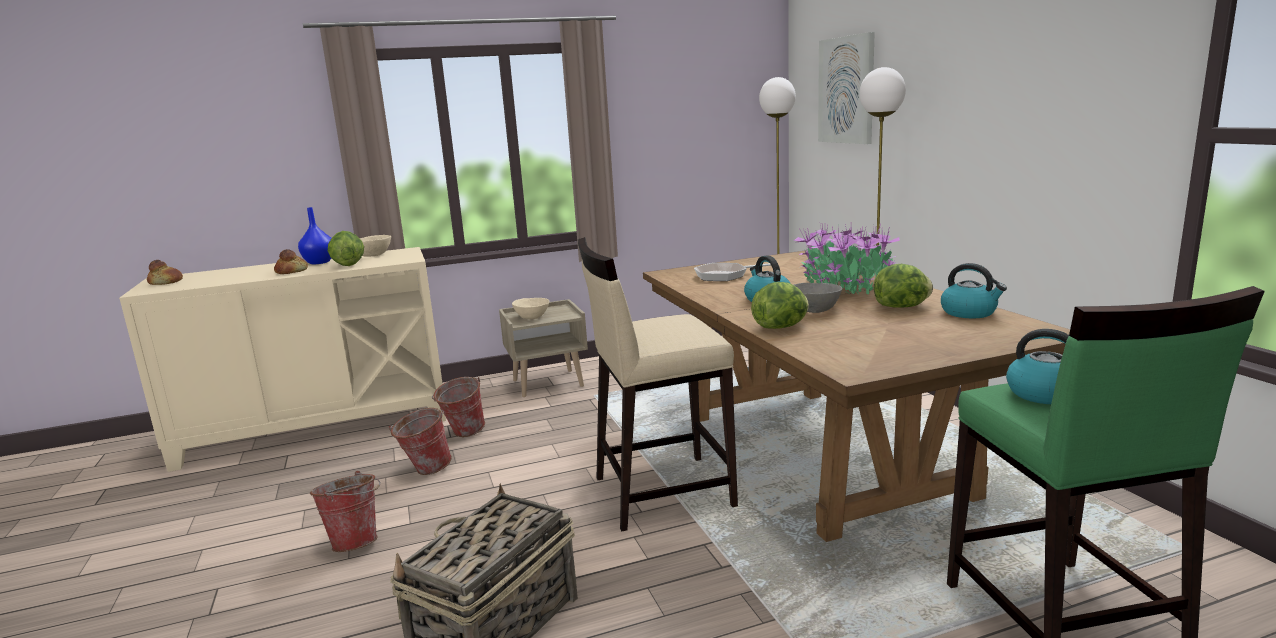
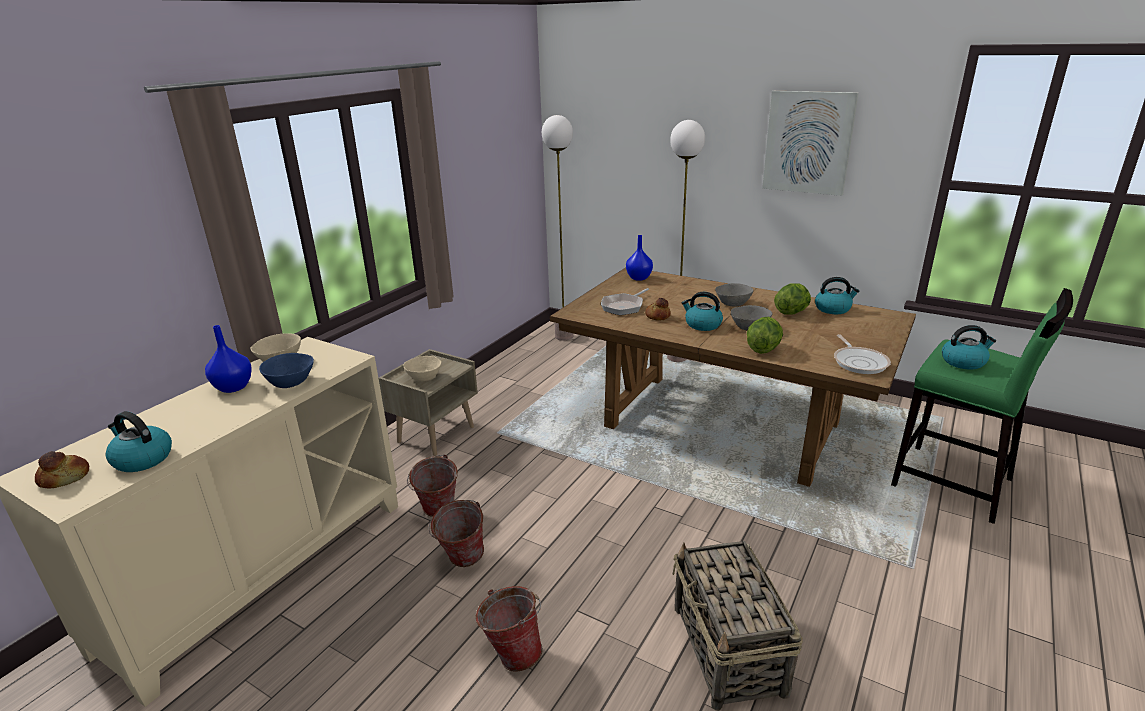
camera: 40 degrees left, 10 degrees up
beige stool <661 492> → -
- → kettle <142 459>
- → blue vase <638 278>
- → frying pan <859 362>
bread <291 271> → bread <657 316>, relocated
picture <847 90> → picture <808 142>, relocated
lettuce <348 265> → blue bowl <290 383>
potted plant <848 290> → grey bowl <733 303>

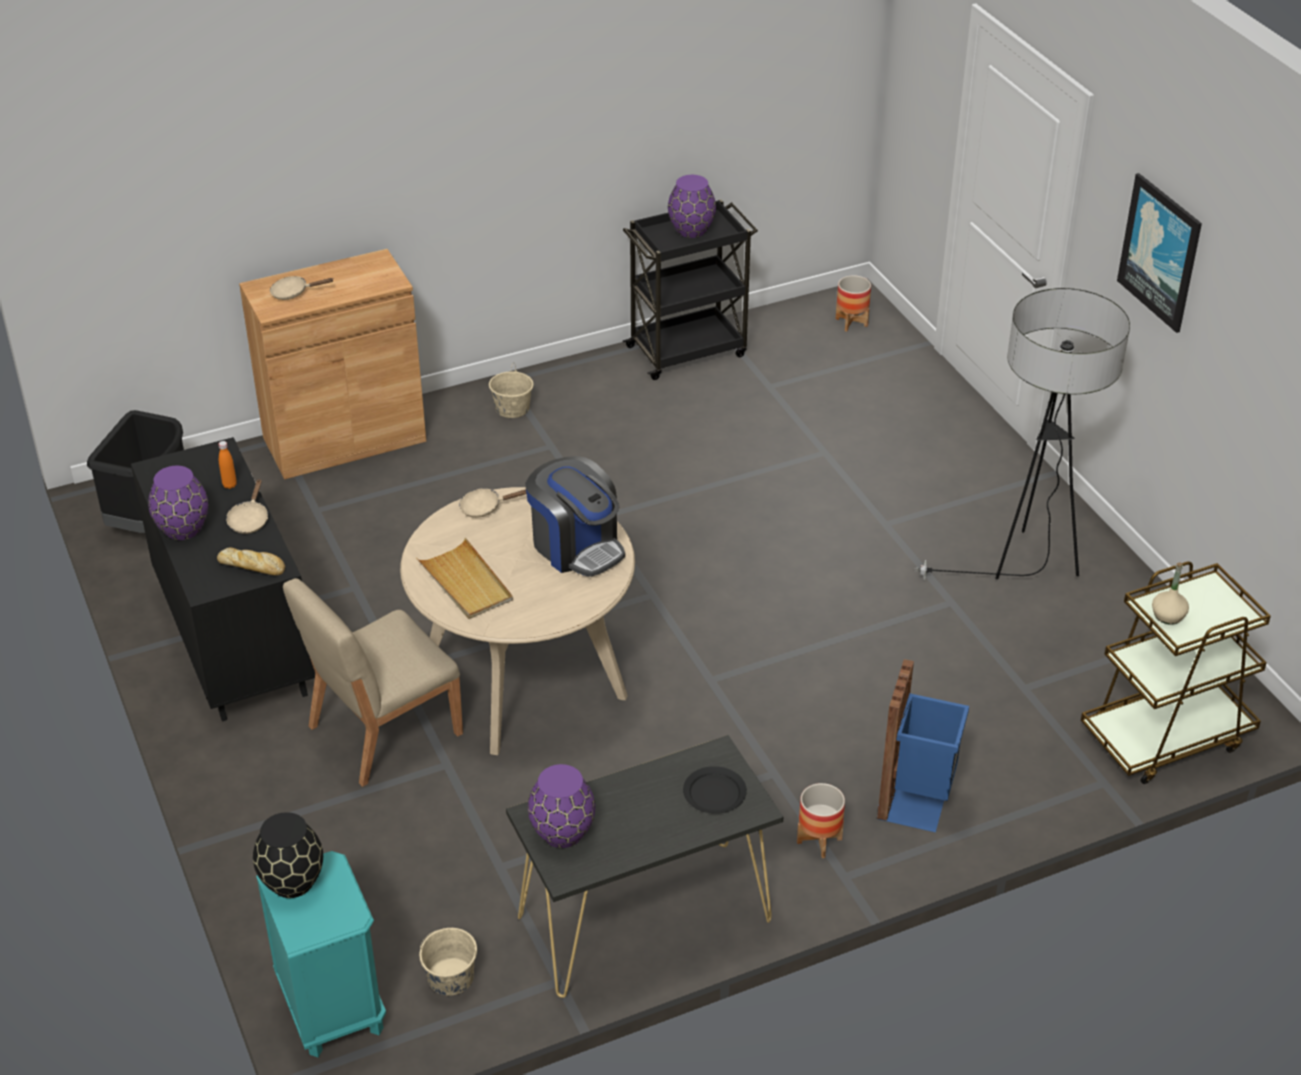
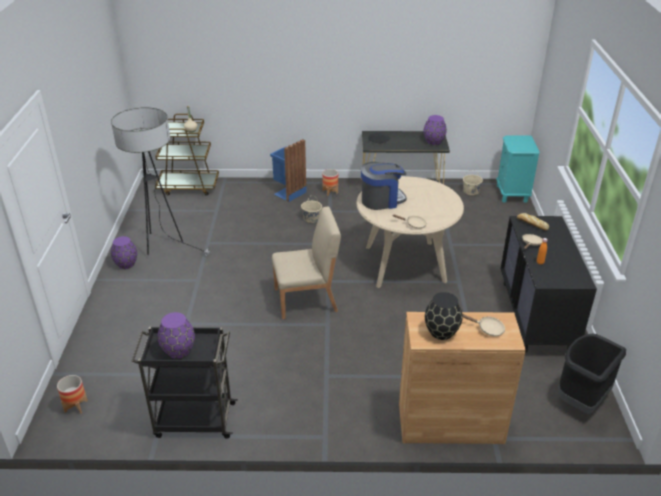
camera: 155 degrees left, 5 degrees down
beige tray <466 583> → -
picture <1160 252> → -
purple vase <182 529> → purple vase <126 264>, relocated
black vase <293 882> → black vase <441 332>, relocated
beige chair <383 730> → beige chair <306 300>, relocated
beige bucket <512 408> → beige bucket <311 218>, relocated
coffee machine <576 546> → coffee machine <381 200>, 90 degrees clockwise

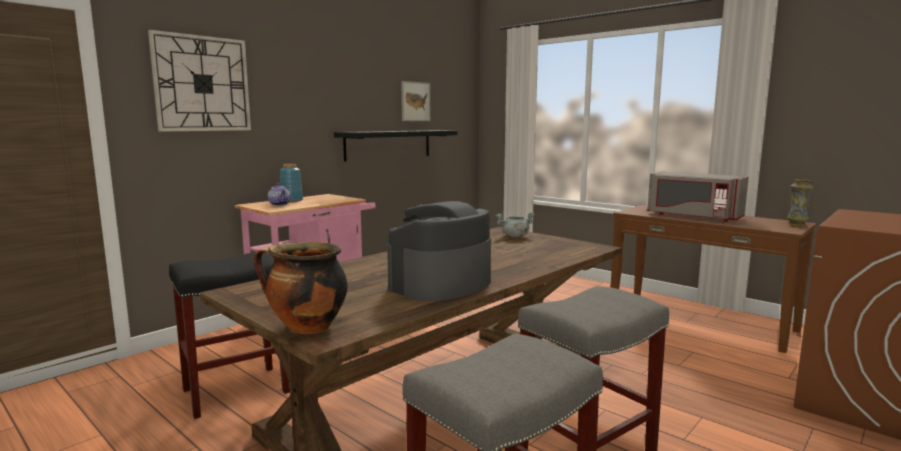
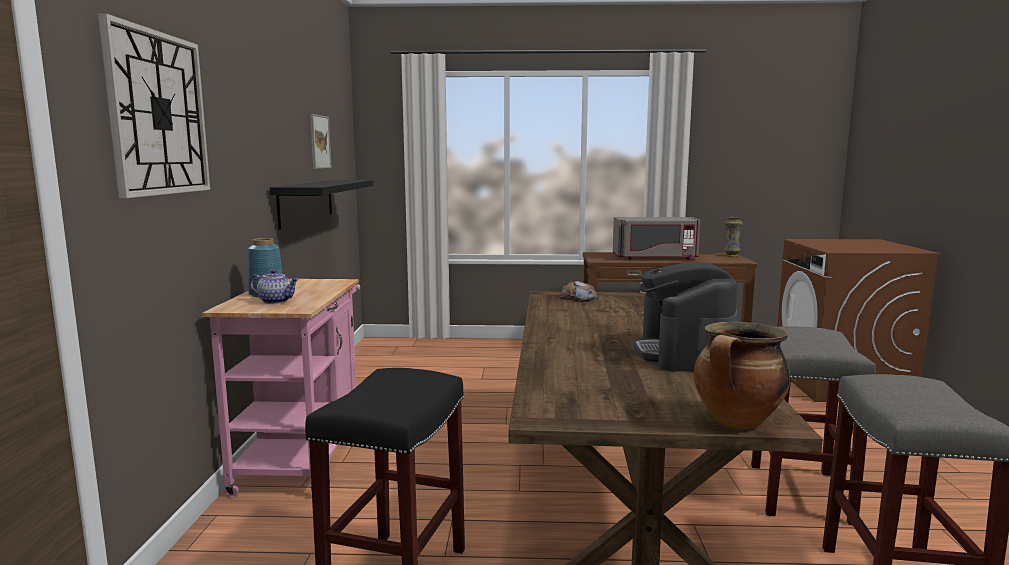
camera: 40 degrees left, 0 degrees up
grey cooking pot <515 236> → bread <578 298>

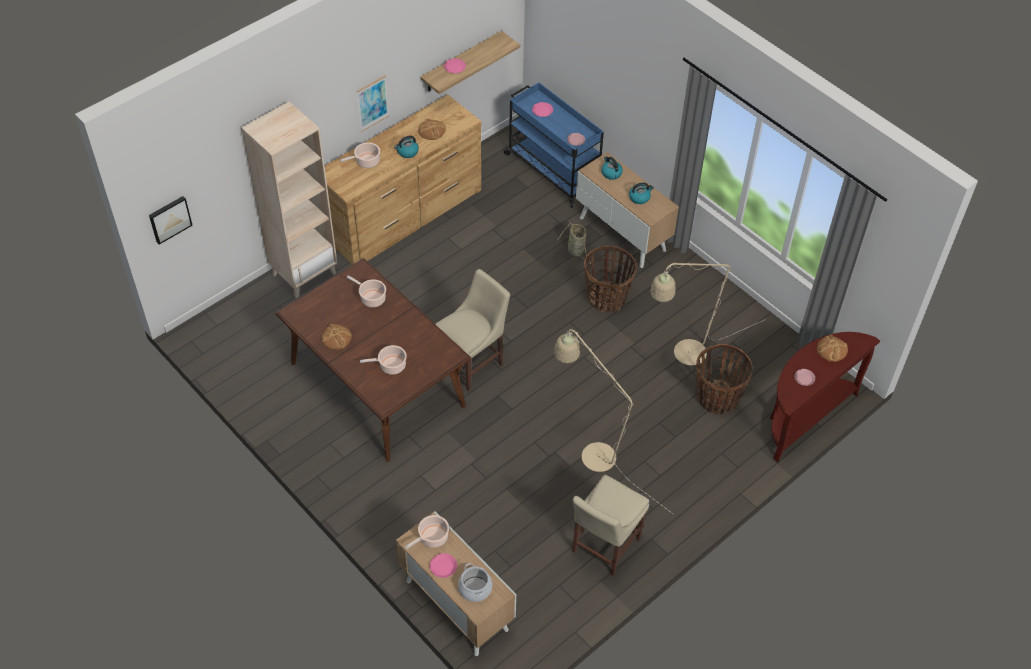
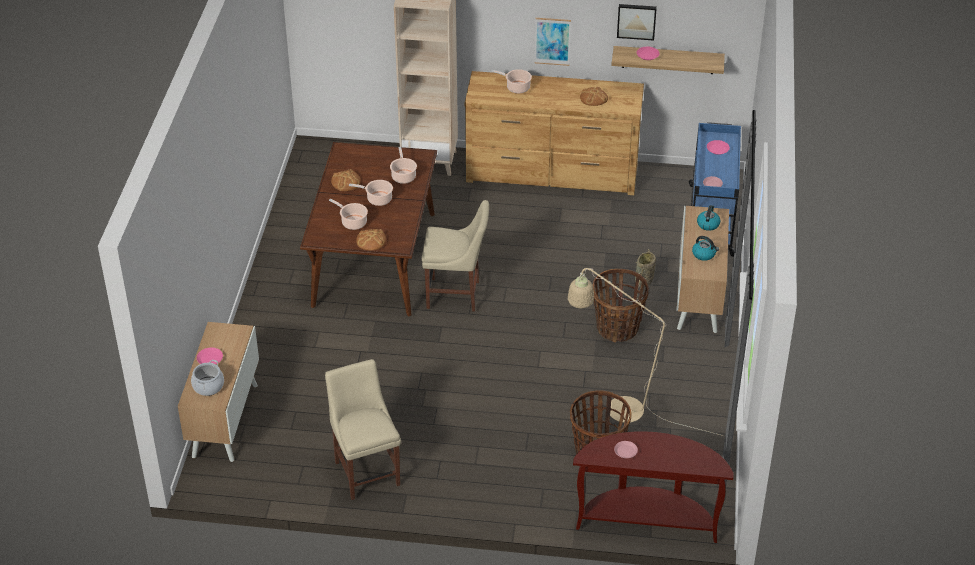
camera: 50 degrees right, 10 degrees down
kettle <407 152> → -
beige floor lamp <591 451> → -
picture <169 219> → picture <636 21>, relocated
cooking pot <432 538> → cooking pot <377 199>, relocated
bread <831 349> → bread <371 241>, relocated
beige chair <603 547> → beige chair <366 471>, 75 degrees clockwise

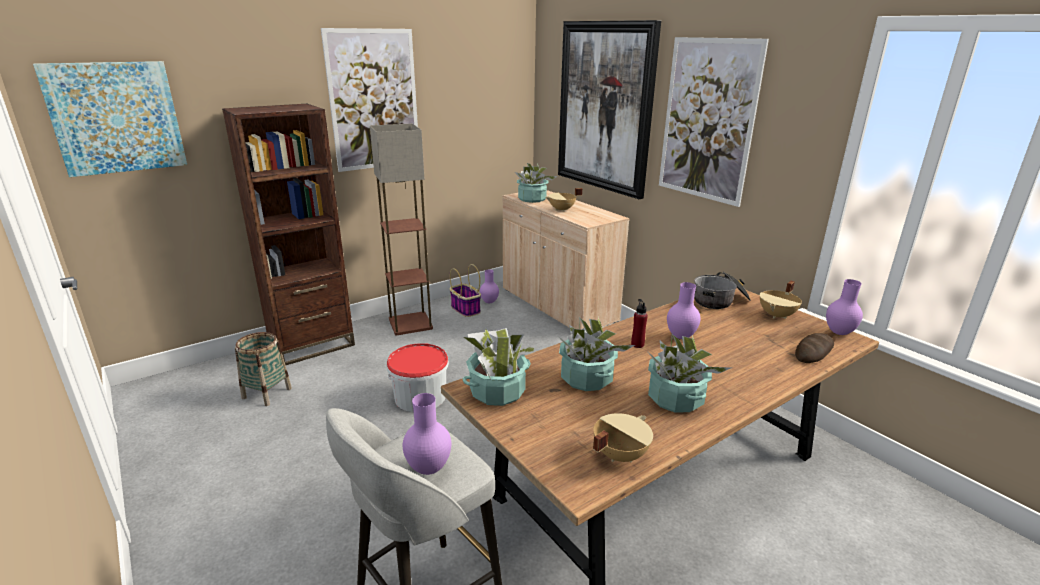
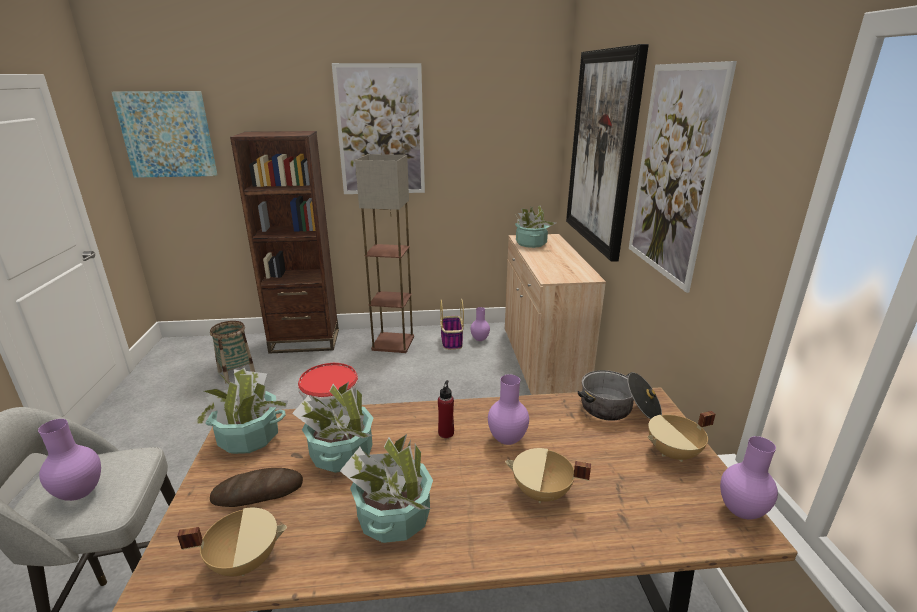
camera: 30 degrees right, 0 degrees up
beige cooking pot <562 210> → beige cooking pot <541 493>, relocated
bread <813 351> → bread <258 492>, relocated

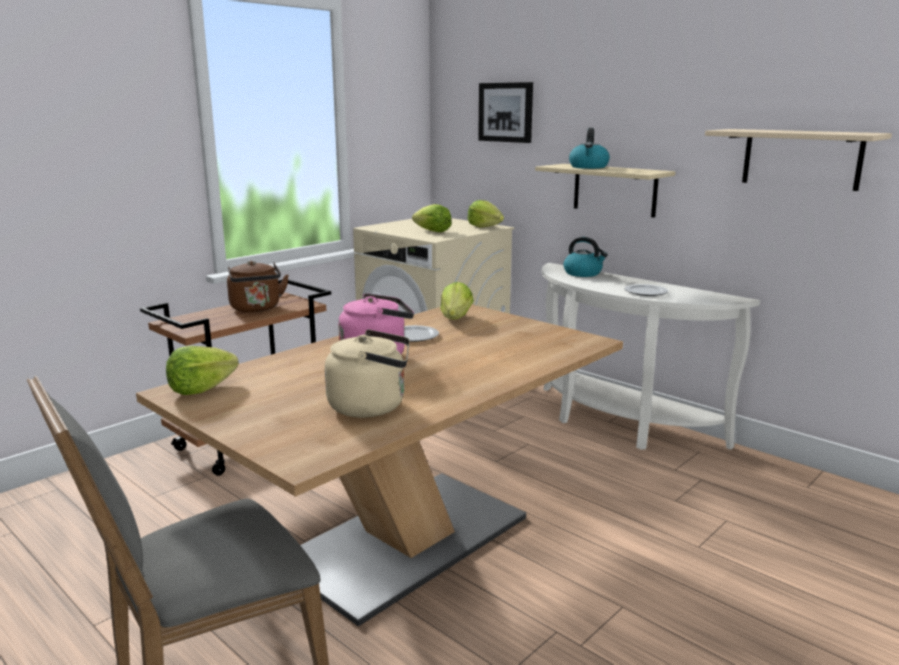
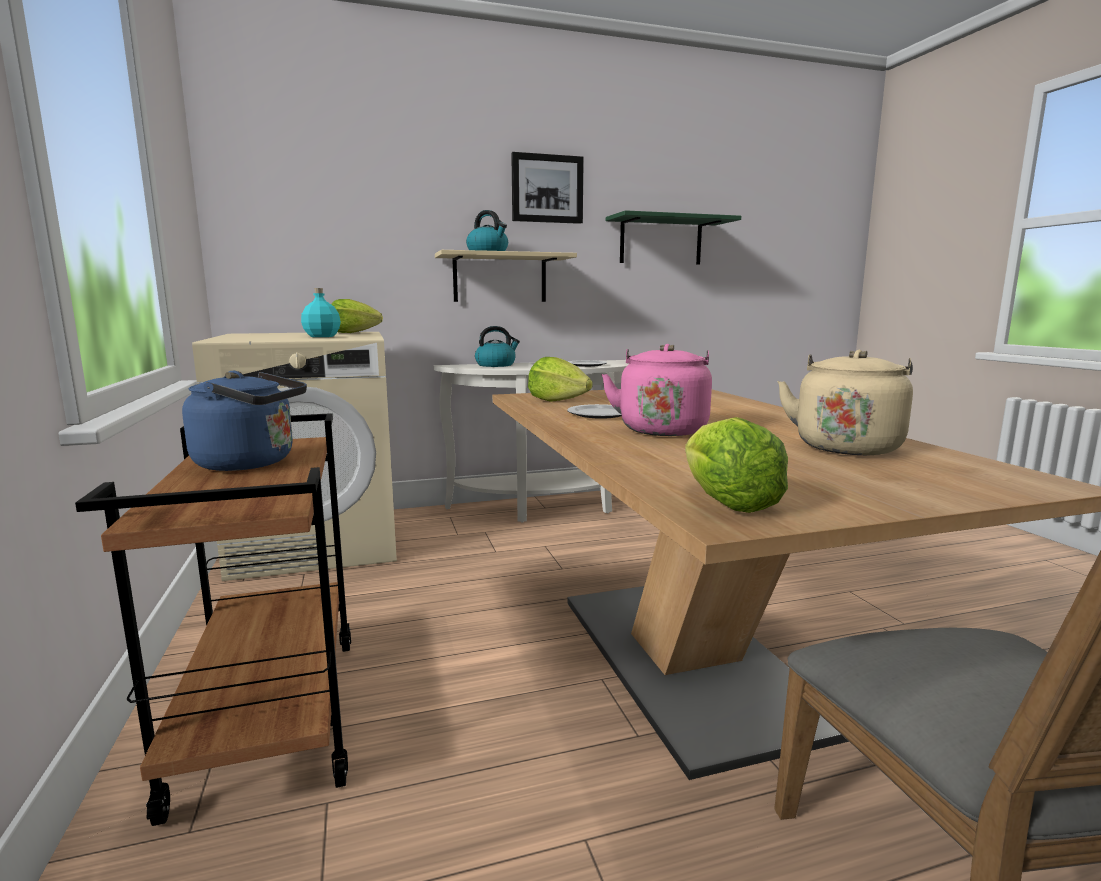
camera: 60 degrees left, 5 degrees down
picture <506 112> → picture <547 189>, relocated
lettuce <432 231> → turquoise bottle <322 336>
brown kettle <256 309> → blue kettle <251 463>
beige shelf <801 158> → green shelf <661 241>

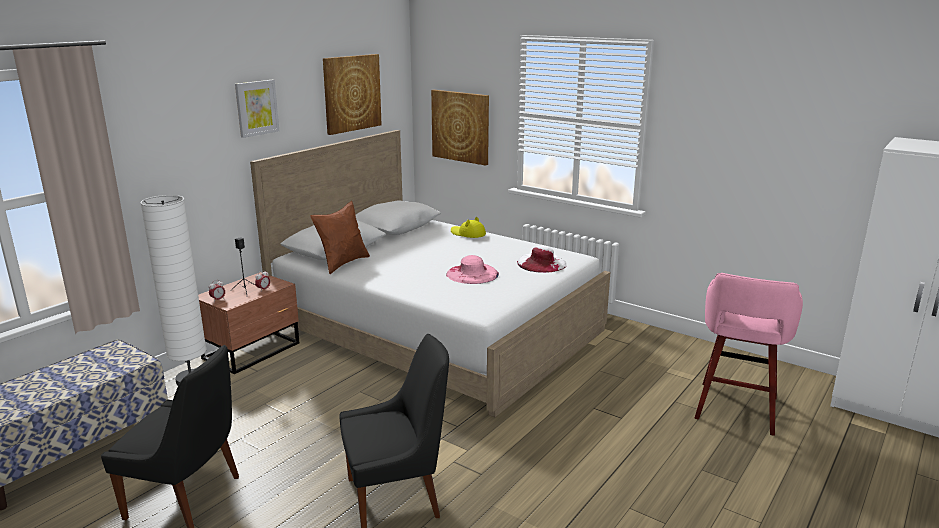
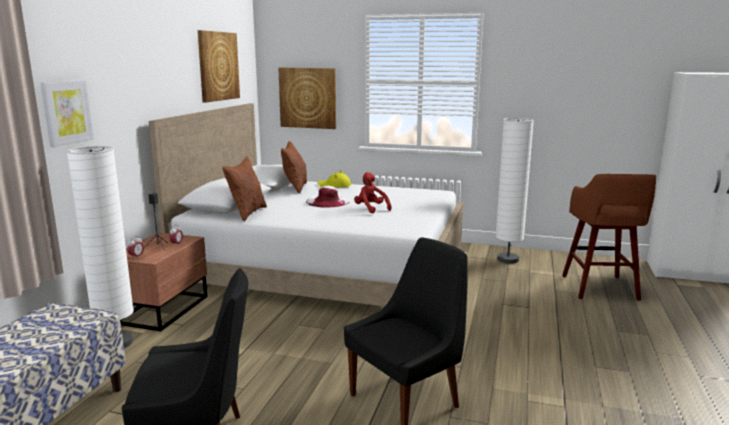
camera: 20 degrees left, 5 degrees down
- → brown pillow <295 188>
- → white floor lamp <508 259>
picture <256 108> → picture <66 112>, relocated
white hat <541 263> → white hat <327 201>, relocated
pink hat <472 274> → red plush toy <370 209>
pink stool <735 409> → brown stool <600 288>

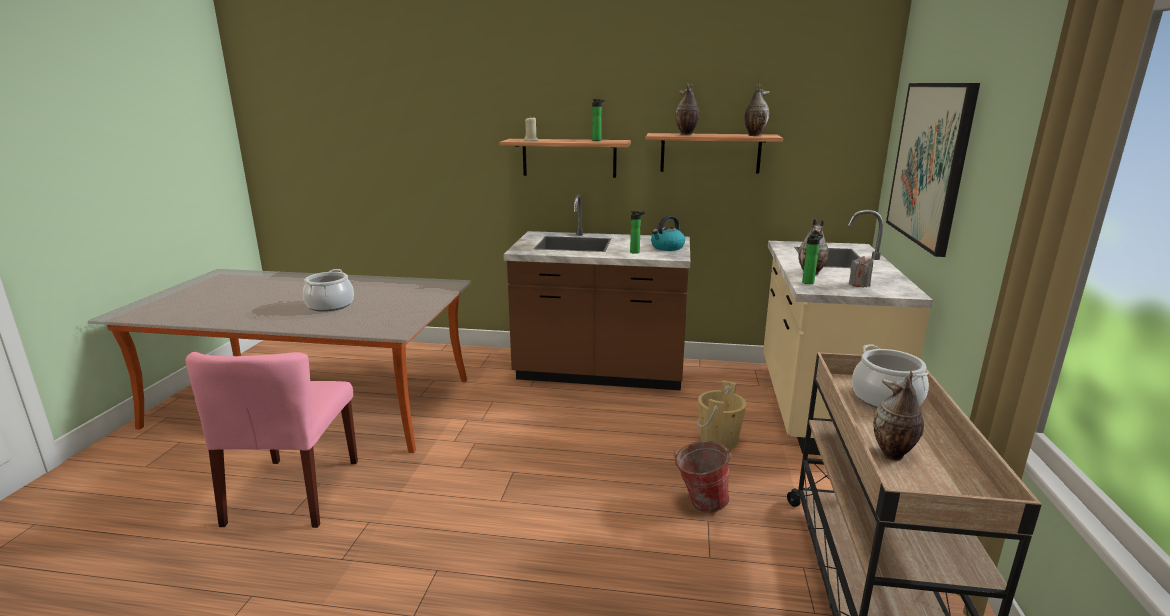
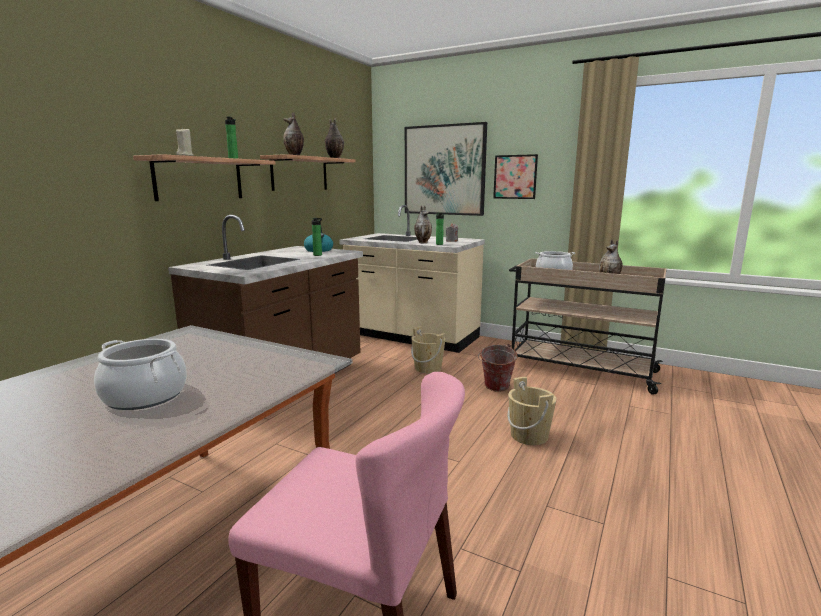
camera: 70 degrees left, 5 degrees down
- → picture <515 177>
- → beige bucket <529 435>

